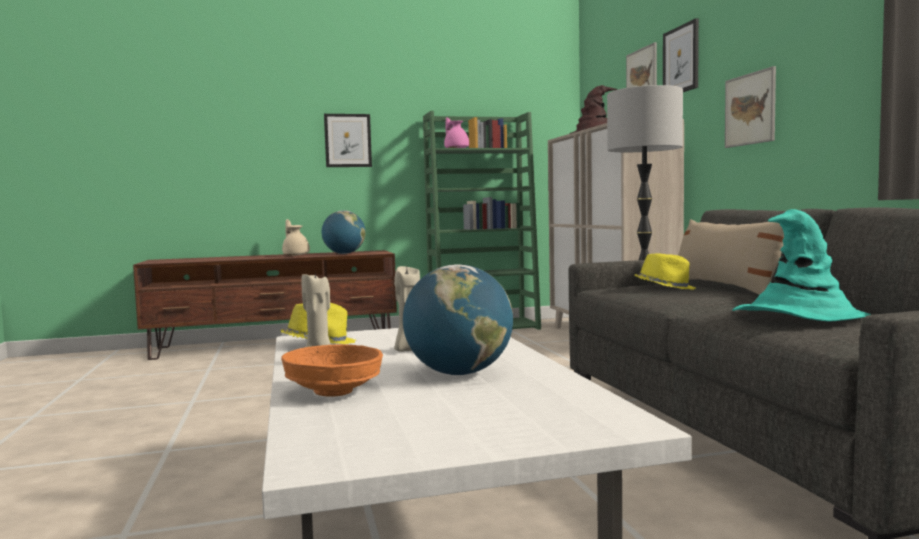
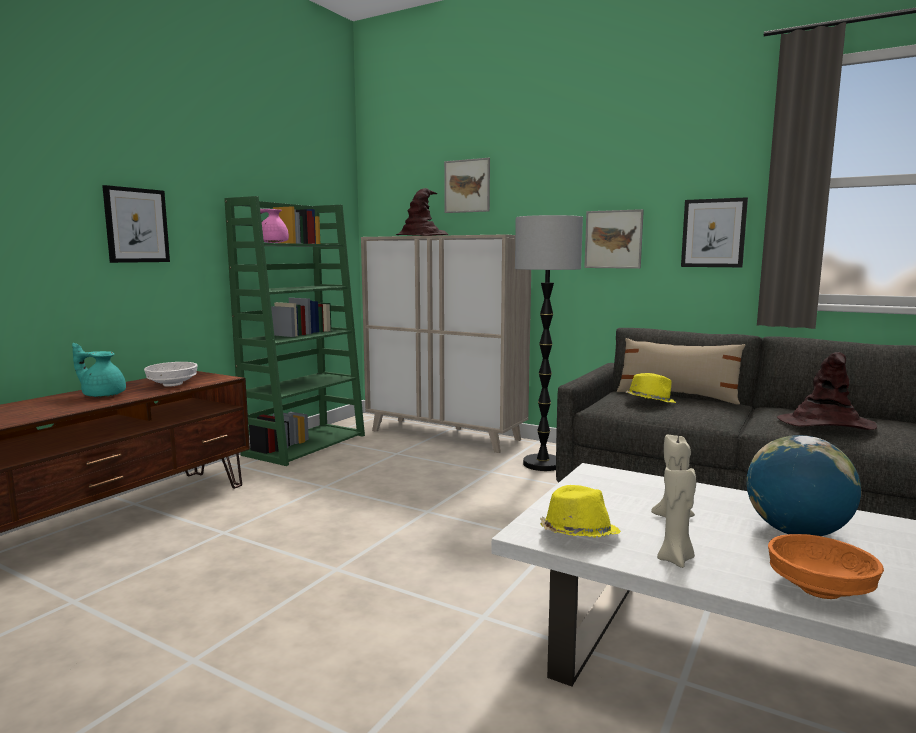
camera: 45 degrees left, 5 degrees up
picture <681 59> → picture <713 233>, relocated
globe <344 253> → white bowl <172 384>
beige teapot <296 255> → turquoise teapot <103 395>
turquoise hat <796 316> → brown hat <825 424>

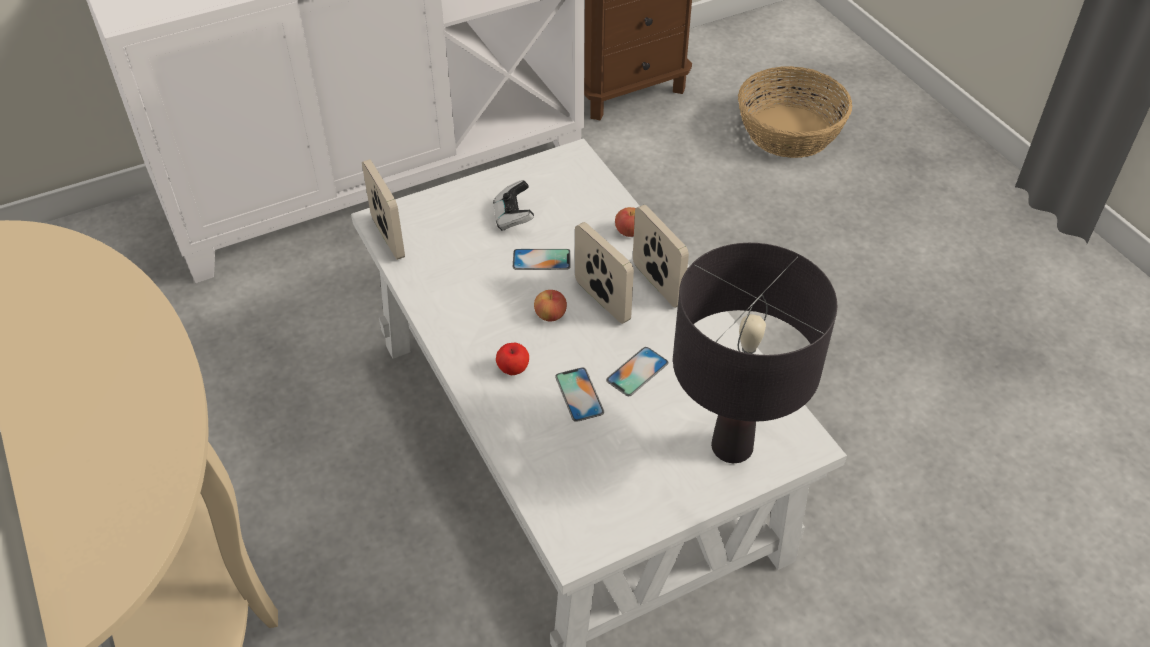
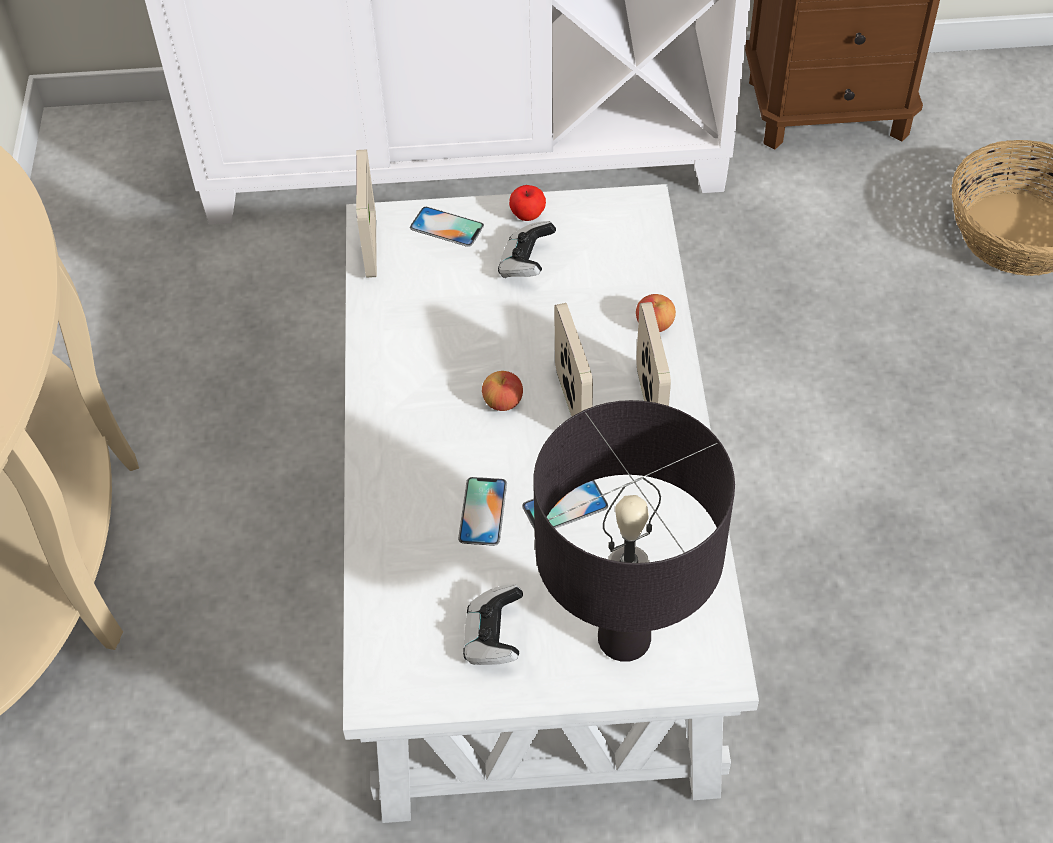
camera: 25 degrees right, 5 degrees up
- → game controller <493 638>
apple <513 369> → apple <528 215>, relocated
phone <541 260> → phone <447 227>, relocated

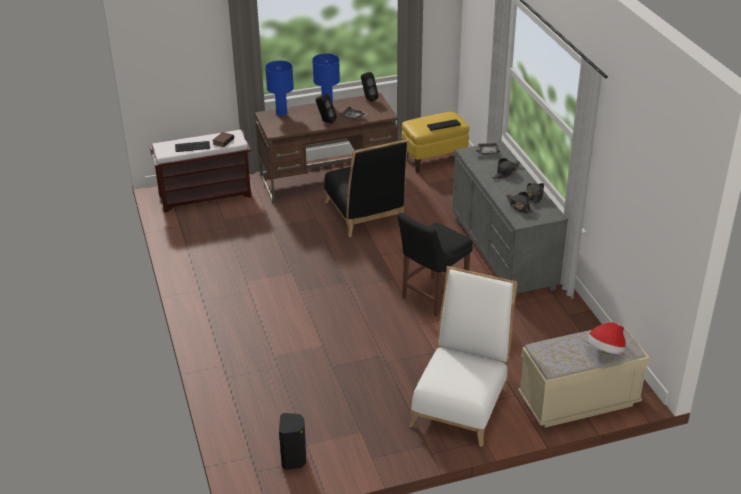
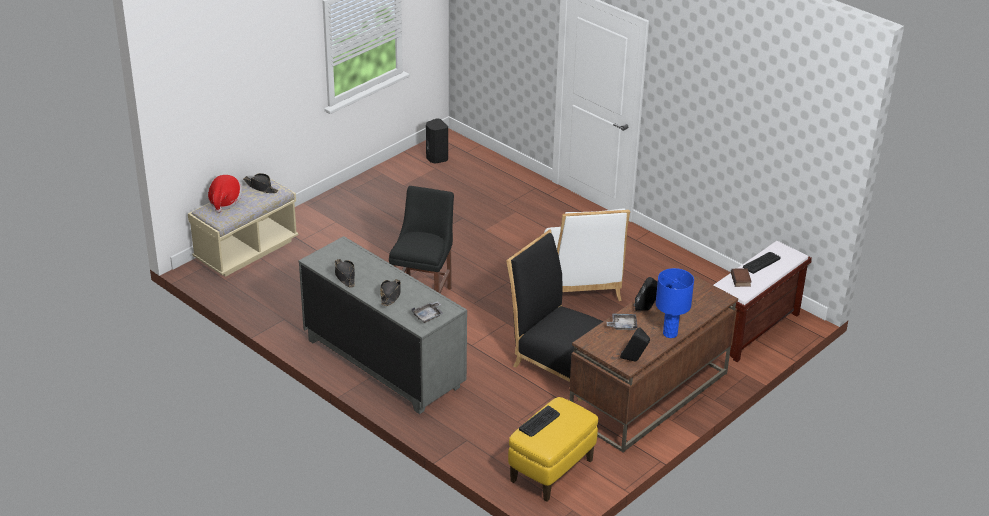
camera: 150 degrees right, 0 degrees up
blue table lamp <281 113> → -
white chair <461 402> → white chair <581 284>, relocated
black hat <519 206> → black hat <261 187>, relocated

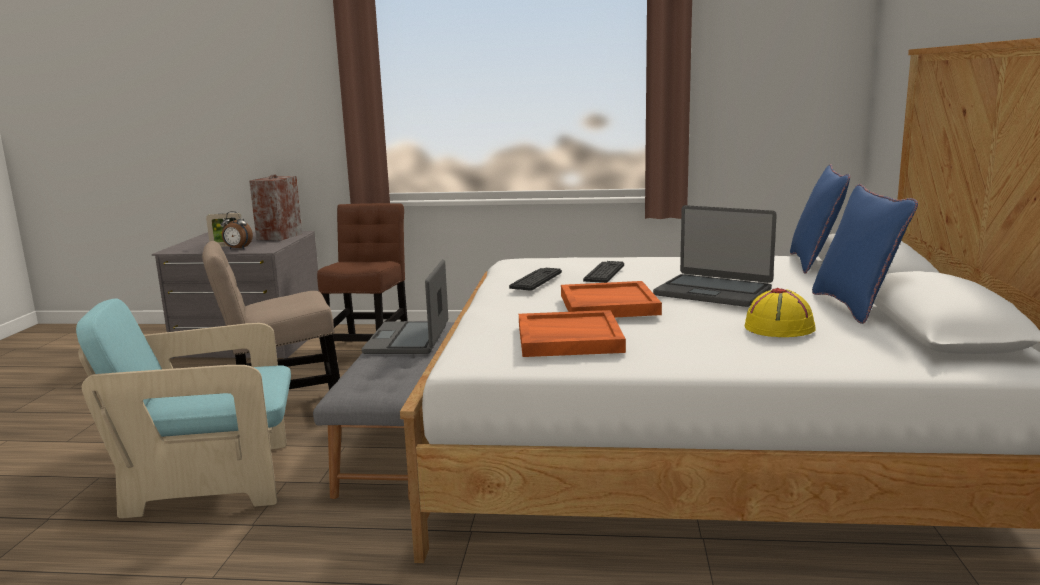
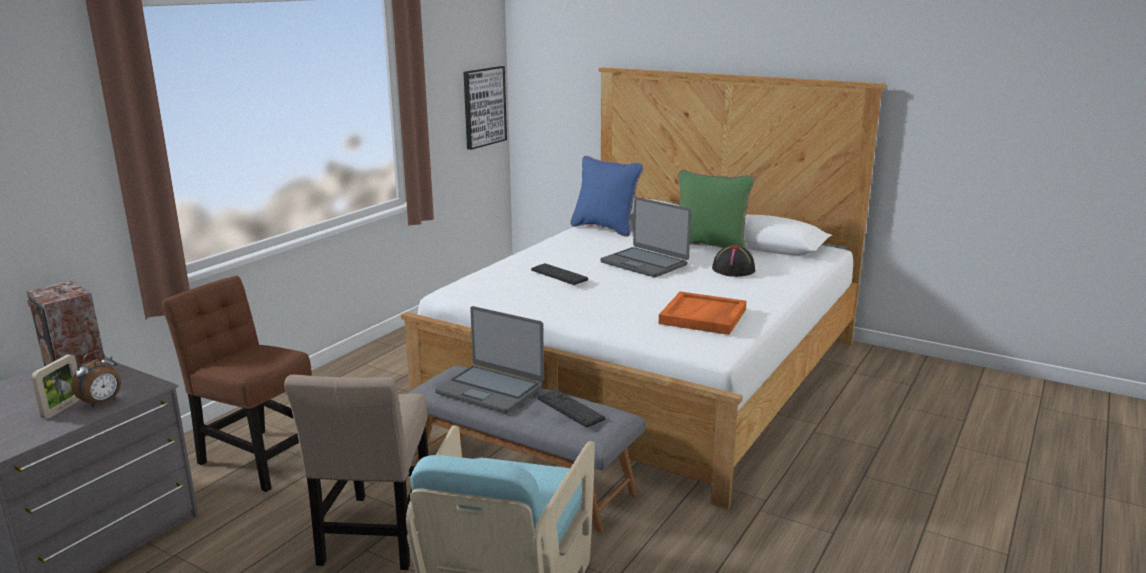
camera: 65 degrees left, 5 degrees up
orange tray <608 305> → -
- → picture <484 107>
keyboard <536 280> → keyboard <570 409>, relocated
yellow hat <779 327> → black hat <733 269>
blue pillow <855 307> → green pillow <709 247>
laptop <713 292> → laptop <645 263>, 75 degrees clockwise

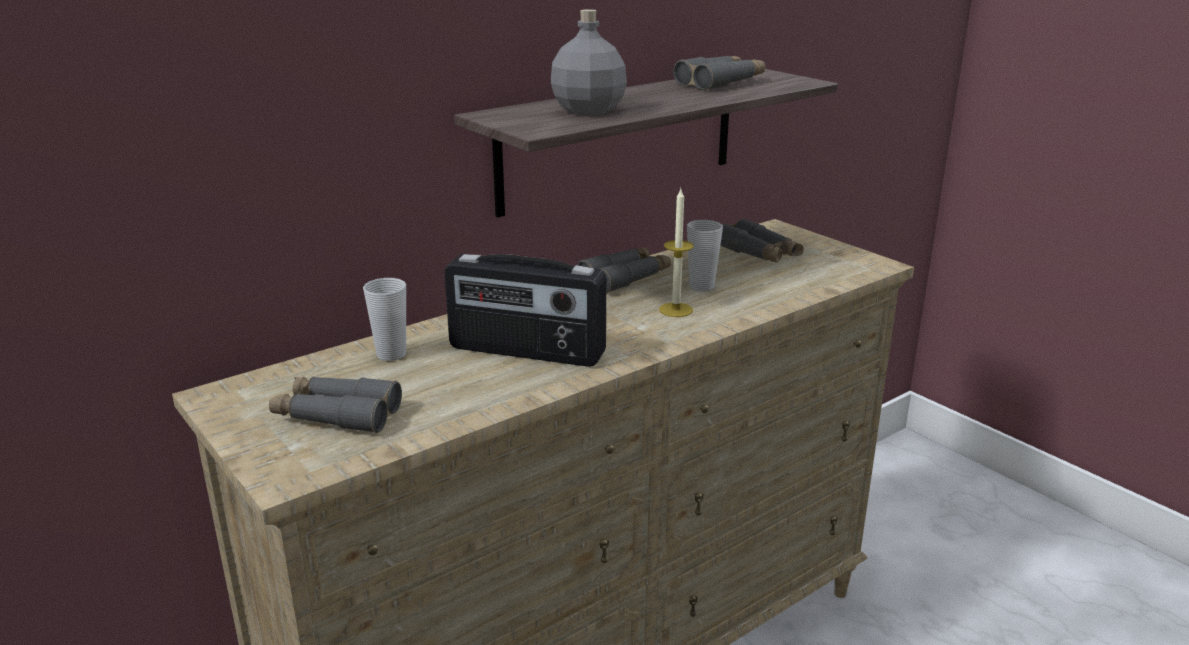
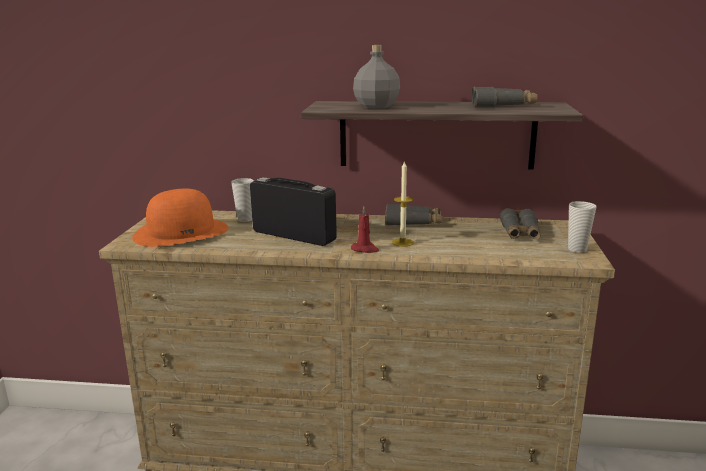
camera: 45 degrees right, 5 degrees down
- → red candle <365 249>
cup <701 286> → cup <577 249>, relocated
grey binoculars <337 415> → orange hat <181 232>
radio <526 352> → radio <294 236>, 150 degrees clockwise

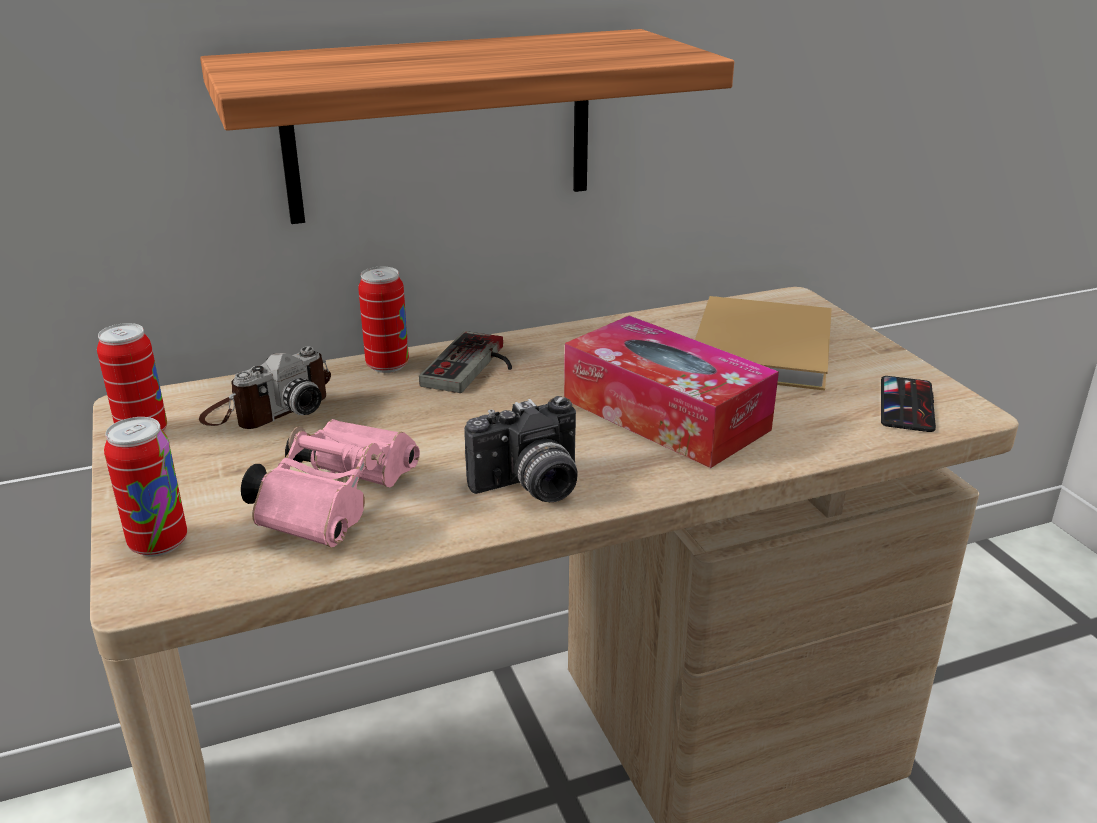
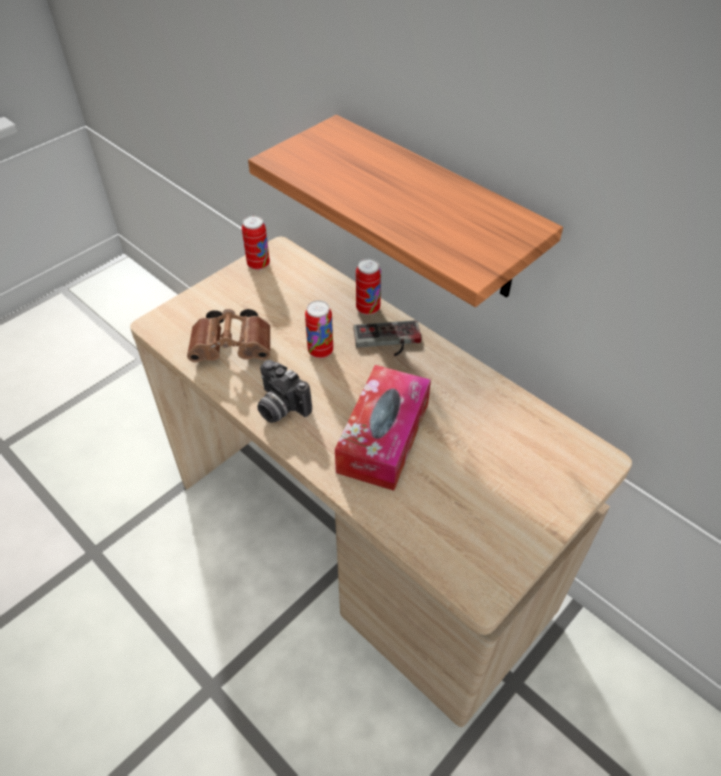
camera: 65 degrees right, 20 degrees up
photo camera <269 409> → -
beige book <762 346> → -
phone <907 405> → -
can <158 543> → can <320 351>, relocated
pink binoculars <337 504> → brown binoculars <234 348>

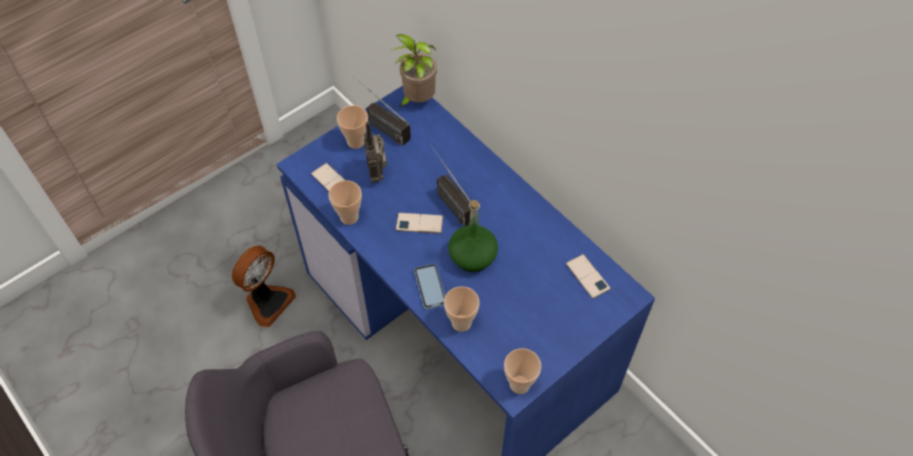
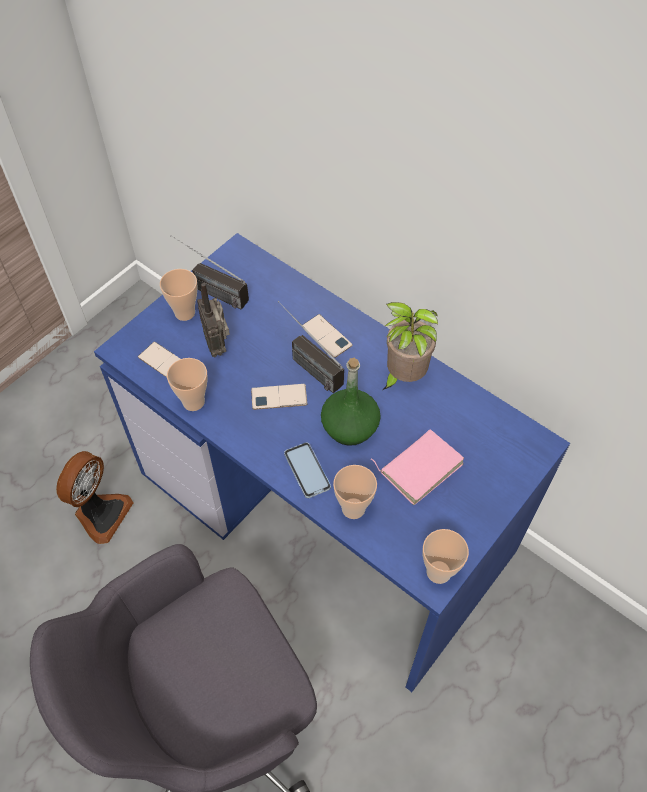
camera: 10 degrees left, 0 degrees up
- → pink book <420 466>
potted plant <417 100> → potted plant <403 376>, relocated
phone <587 276> → phone <326 336>, relocated

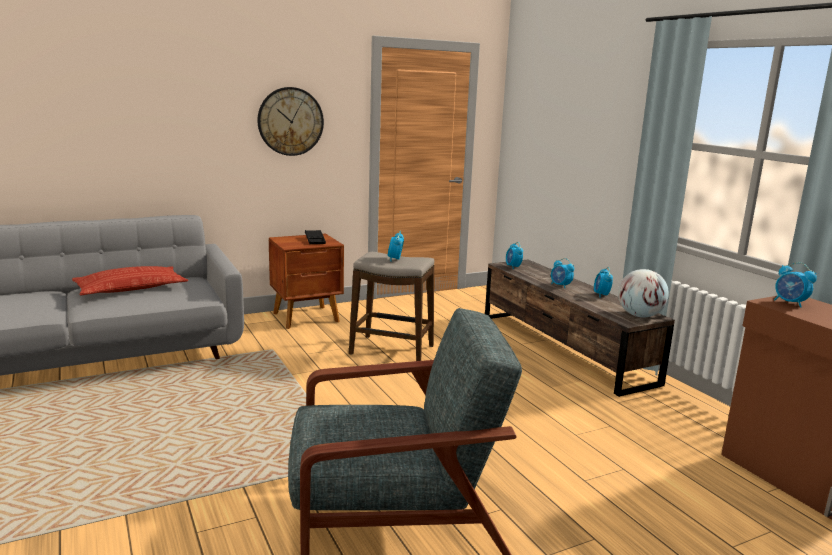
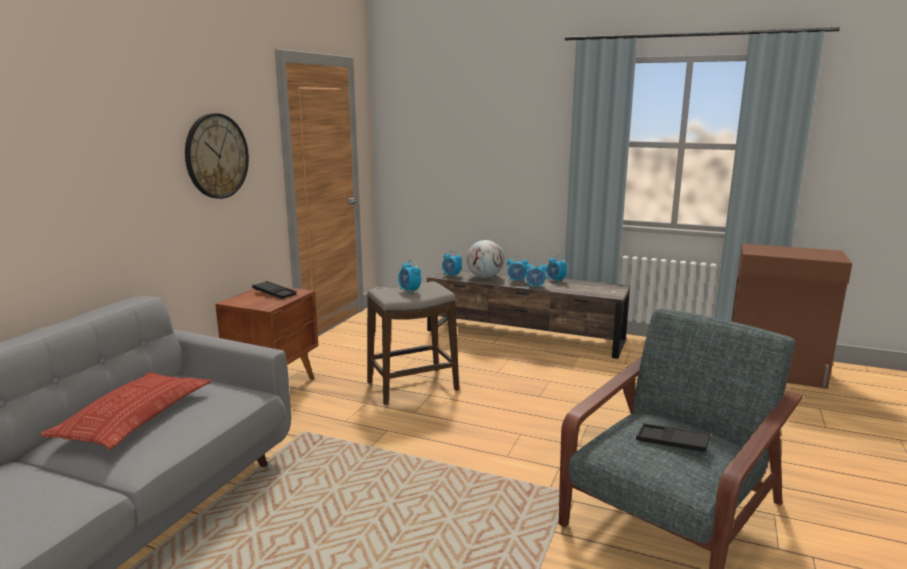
camera: 40 degrees left, 0 degrees up
- → black tray <672 442>
globe <639 316> → globe <484 277>, relocated
alarm clock <790 303> → alarm clock <535 287>, relocated

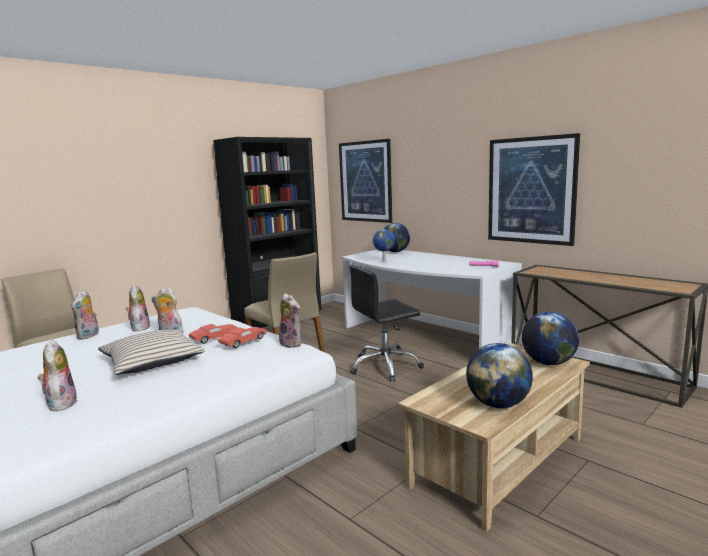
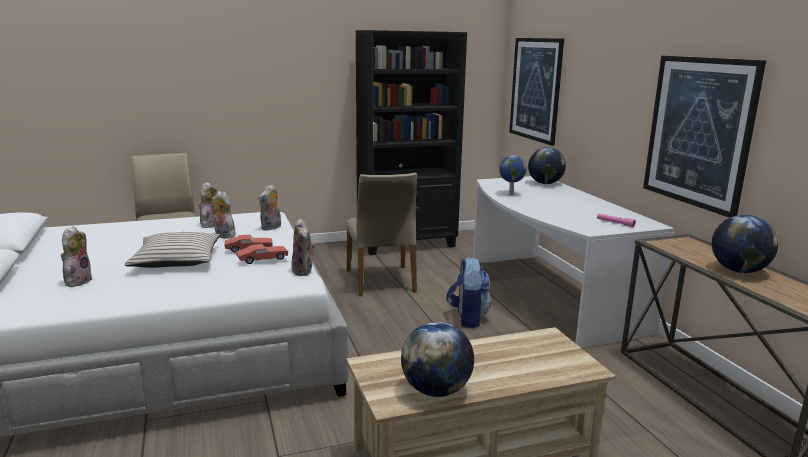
camera: 25 degrees right, 5 degrees up
plush toy <89 336> → plush toy <271 228>, relocated
globe <548 363> → globe <738 271>, relocated
black office chair <385 366> → backpack <467 318>

